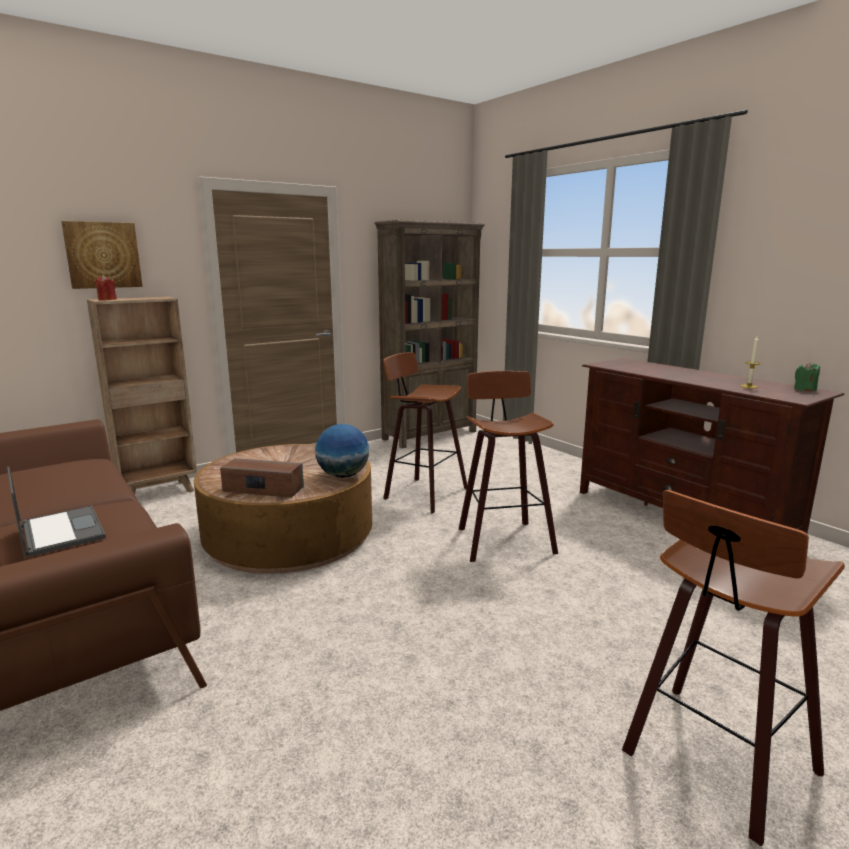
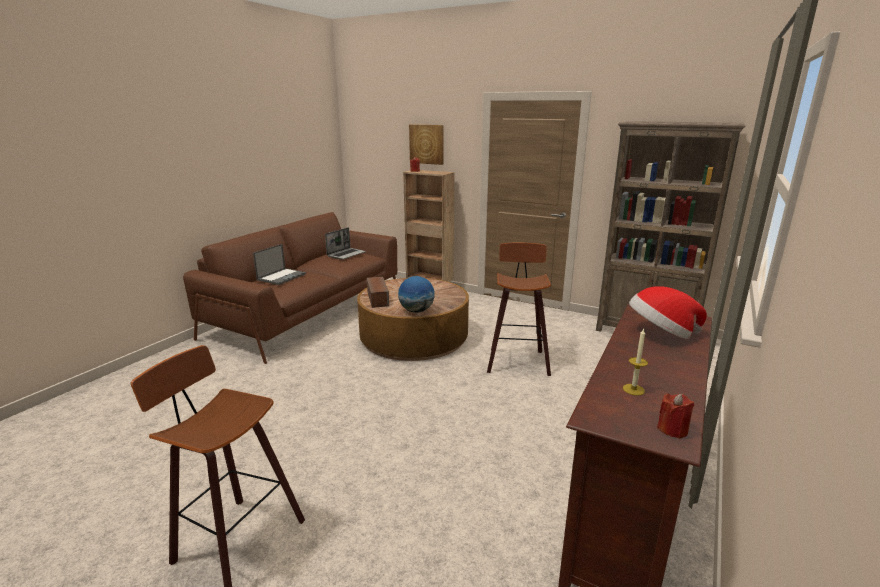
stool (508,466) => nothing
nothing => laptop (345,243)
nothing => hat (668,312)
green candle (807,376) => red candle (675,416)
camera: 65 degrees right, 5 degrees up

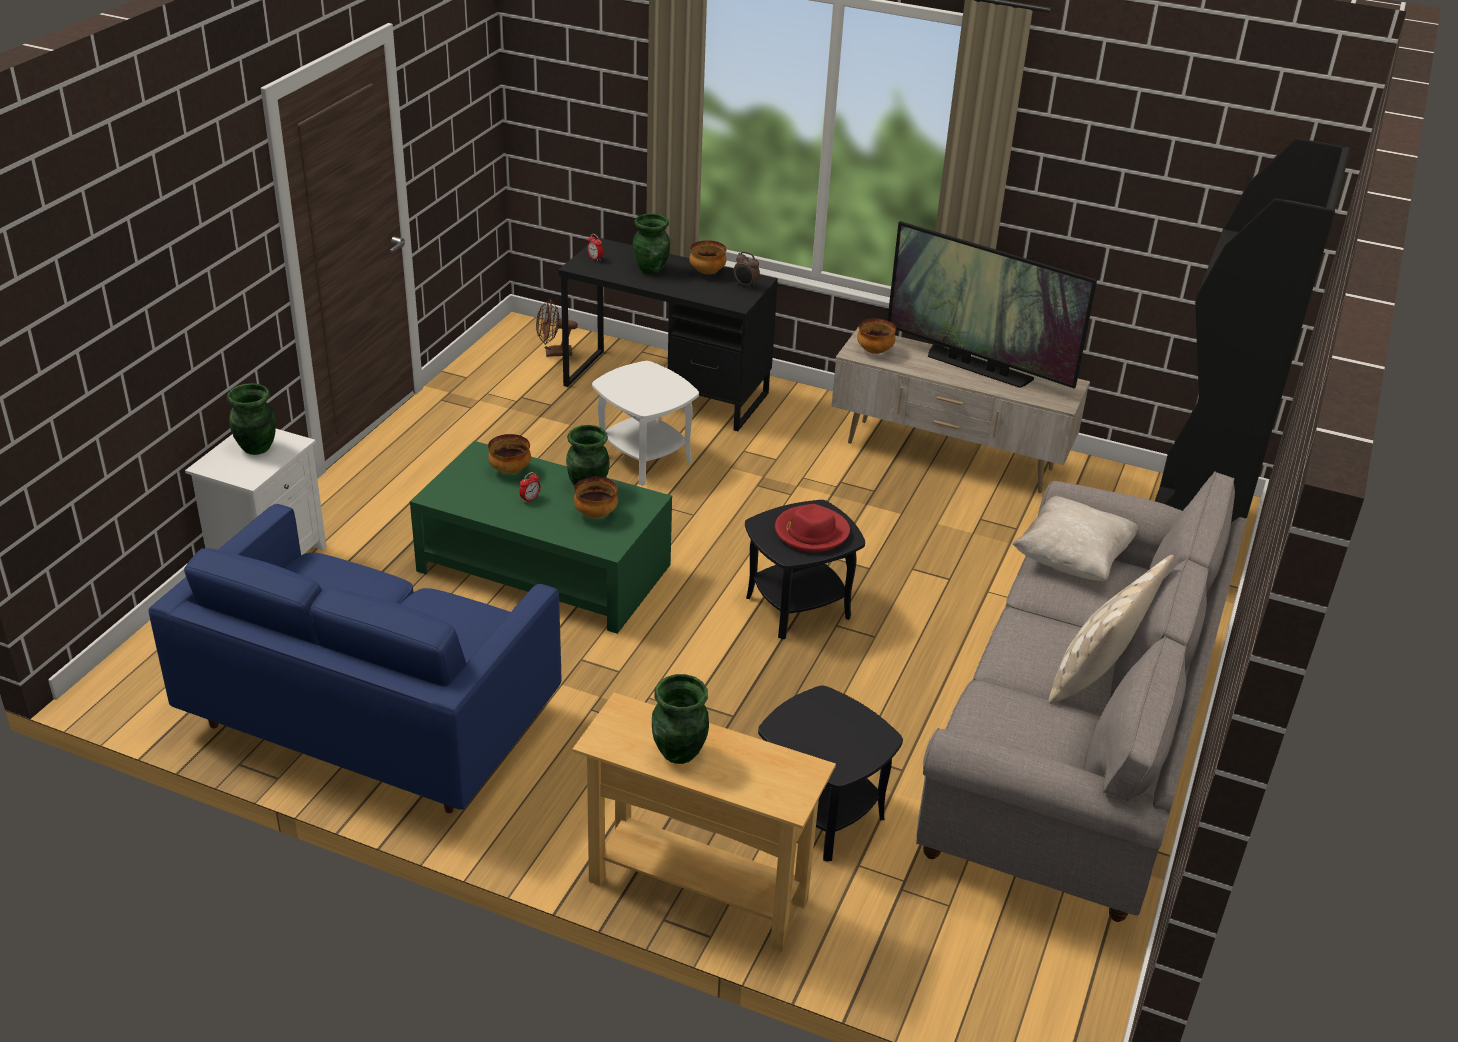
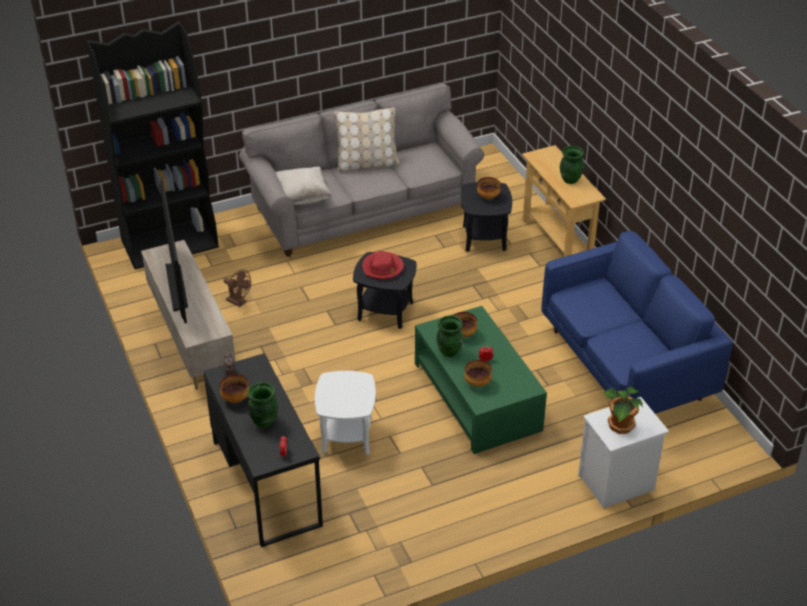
brown fan (557,328) => brown fan (237,288), shifted
bowl (876,336) => bowl (489,188), shifted
green vase (251,419) => potted plant (623,410)
camera: 135 degrees left, 5 degrees up

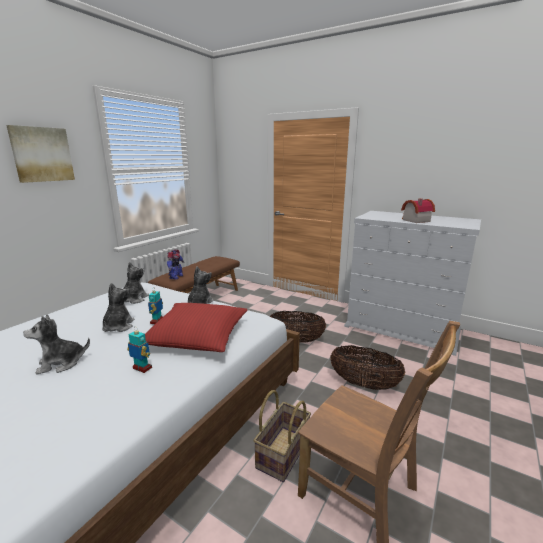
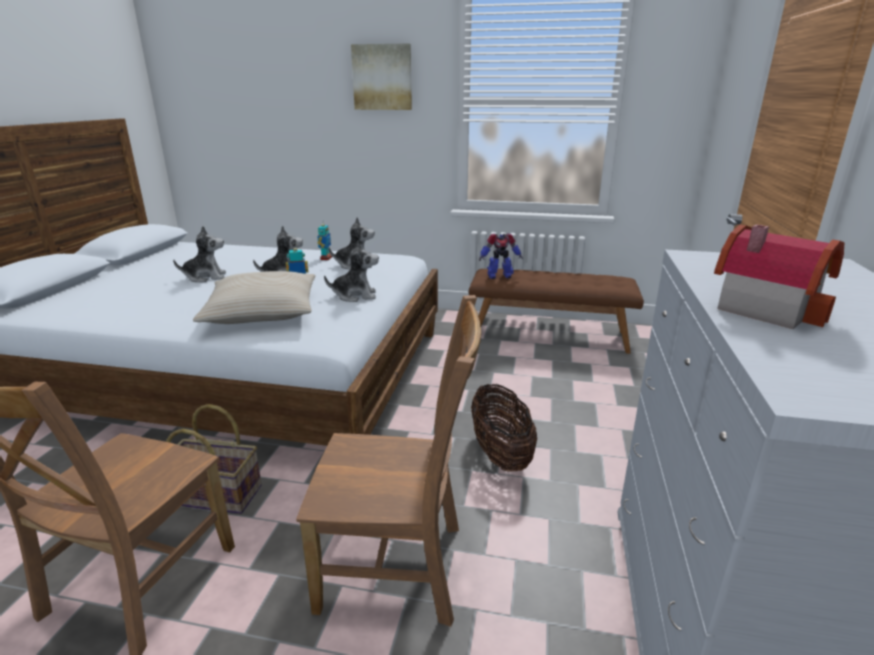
toy robot (139,350) => toy robot (324,241), shifted
basket (368,367) => brown chair (388,461)
red pillow (196,327) => beige pillow (254,297)
plush toy (56,344) => plush toy (199,254), 120 degrees clockwise
camera: 70 degrees right, 5 degrees up

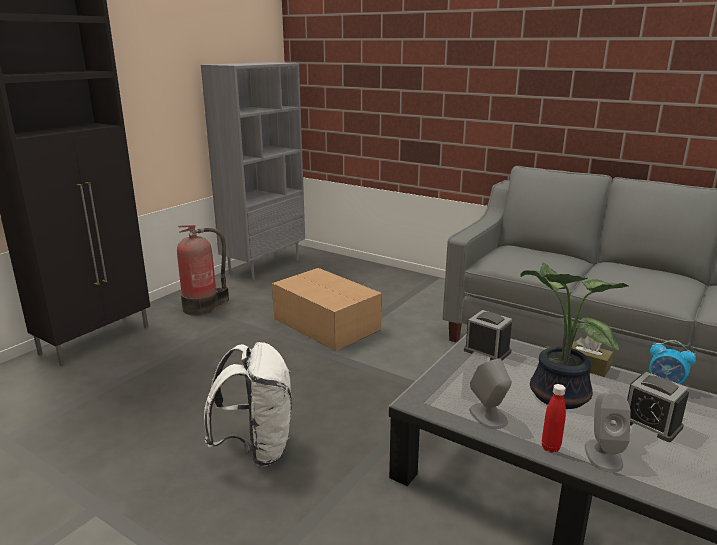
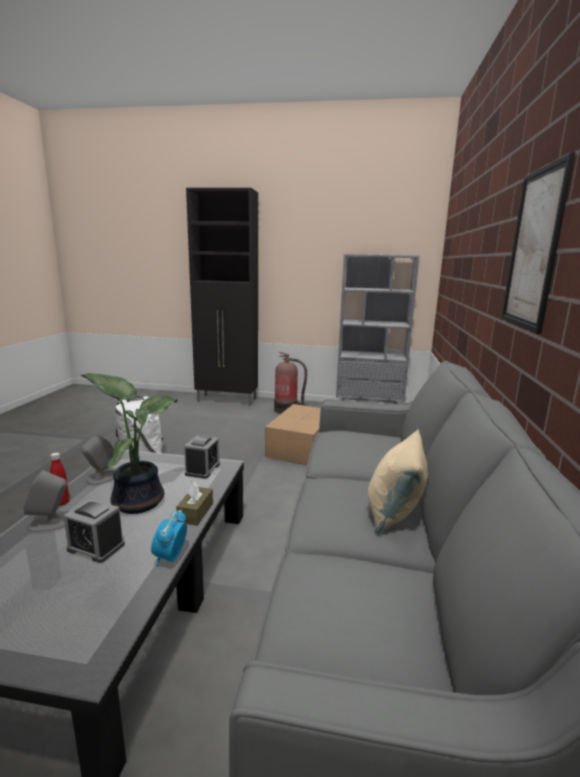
nothing => beige pillow (398,481)
nothing => picture (538,243)
alarm clock (658,407) => alarm clock (94,531), 90 degrees counterclockwise
camera: 65 degrees right, 5 degrees down

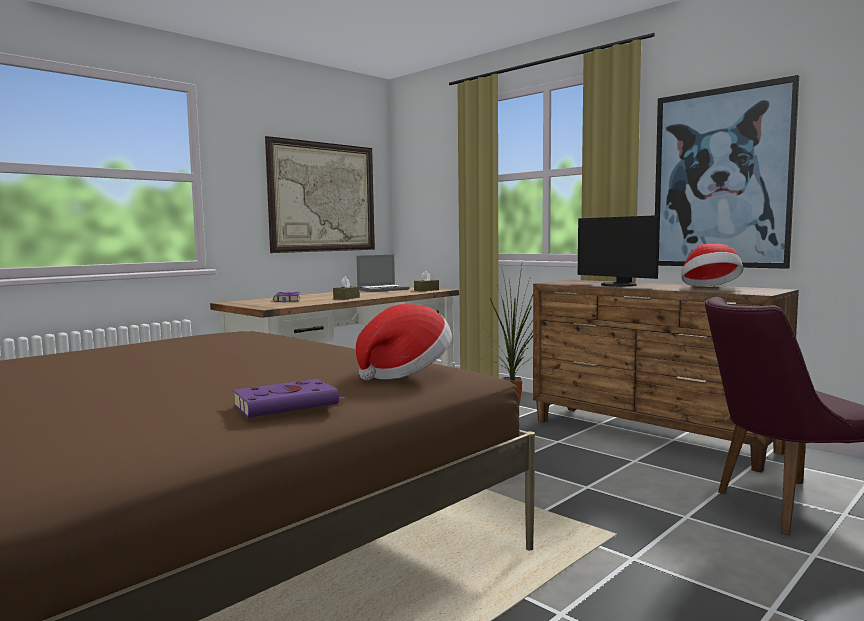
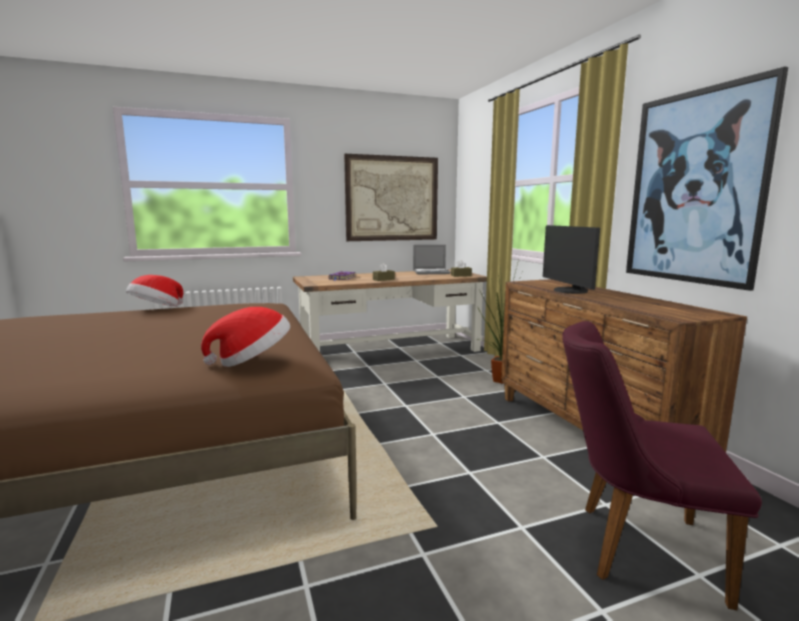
purple book (289,398) => nothing
hat (712,265) => hat (154,291), shifted
camera: 25 degrees right, 5 degrees up

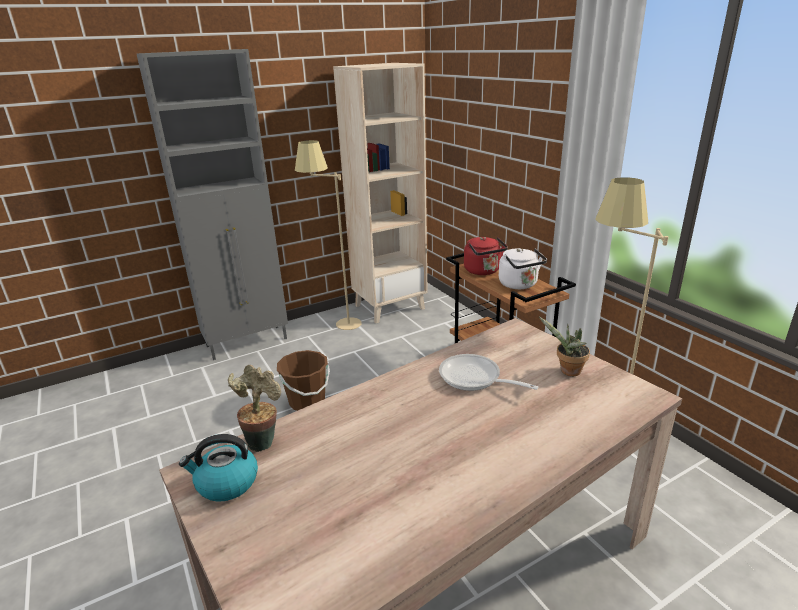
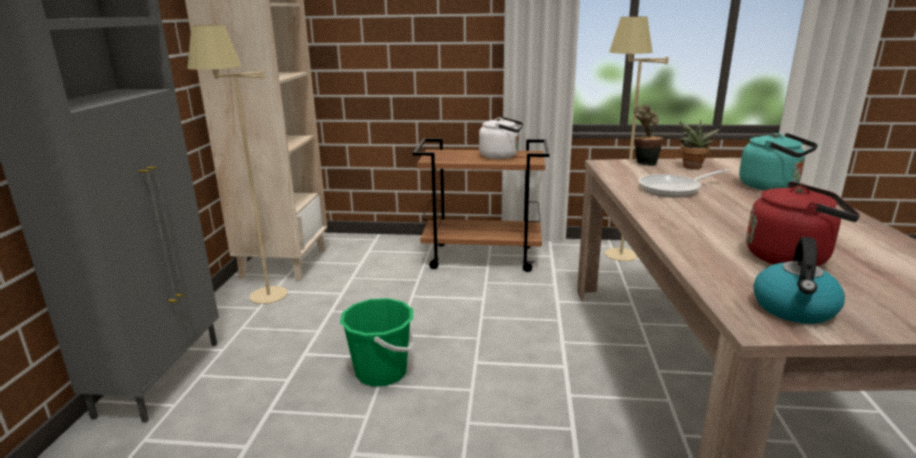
nothing => turquoise kettle (778,161)
potted plant (254,408) => potted plant (648,135), shifted
red kettle (486,256) => red kettle (803,223), shifted
brown bucket (303,380) => green bucket (377,342)
camera: 55 degrees left, 5 degrees down

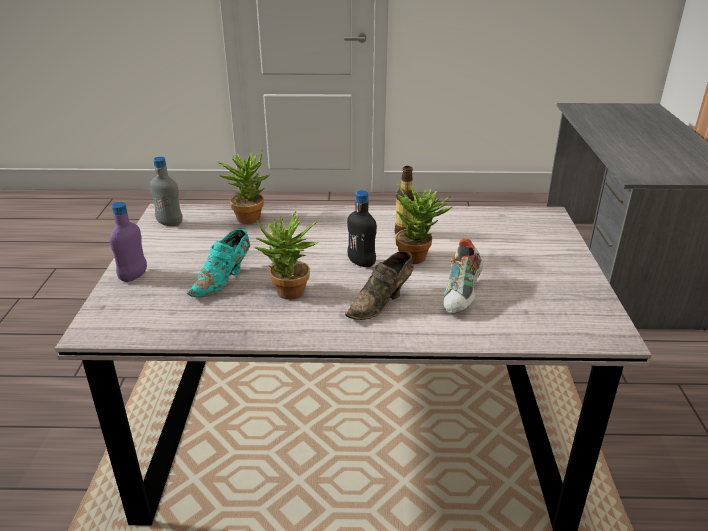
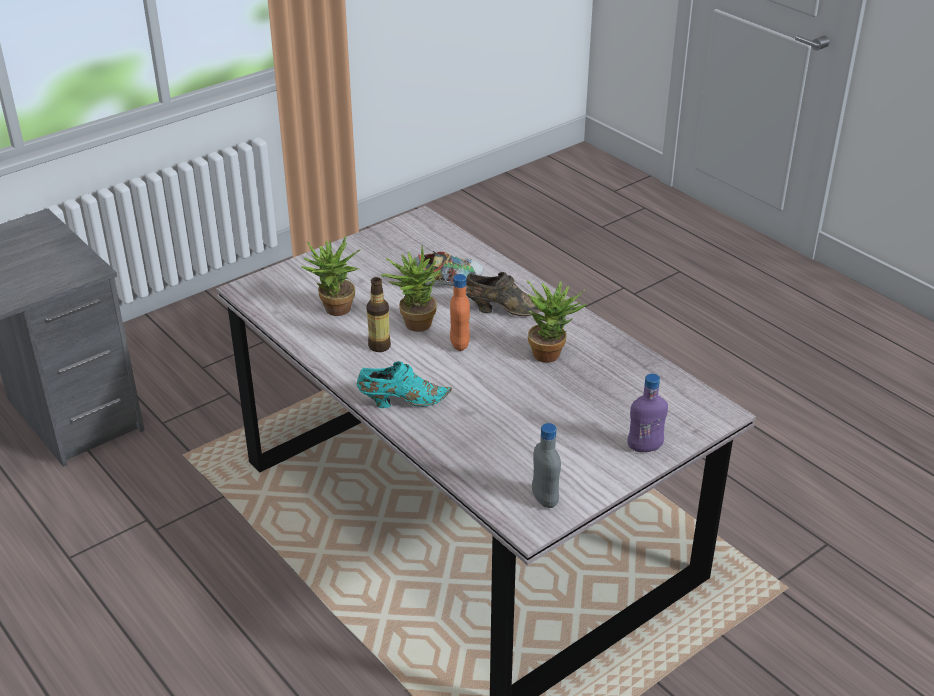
turquoise shoe (218,263) => turquoise shoe (404,384), shifted
potted plant (243,187) => potted plant (330,275), shifted
black bottle (362,228) => orange bottle (460,312)
camera: 130 degrees left, 5 degrees up

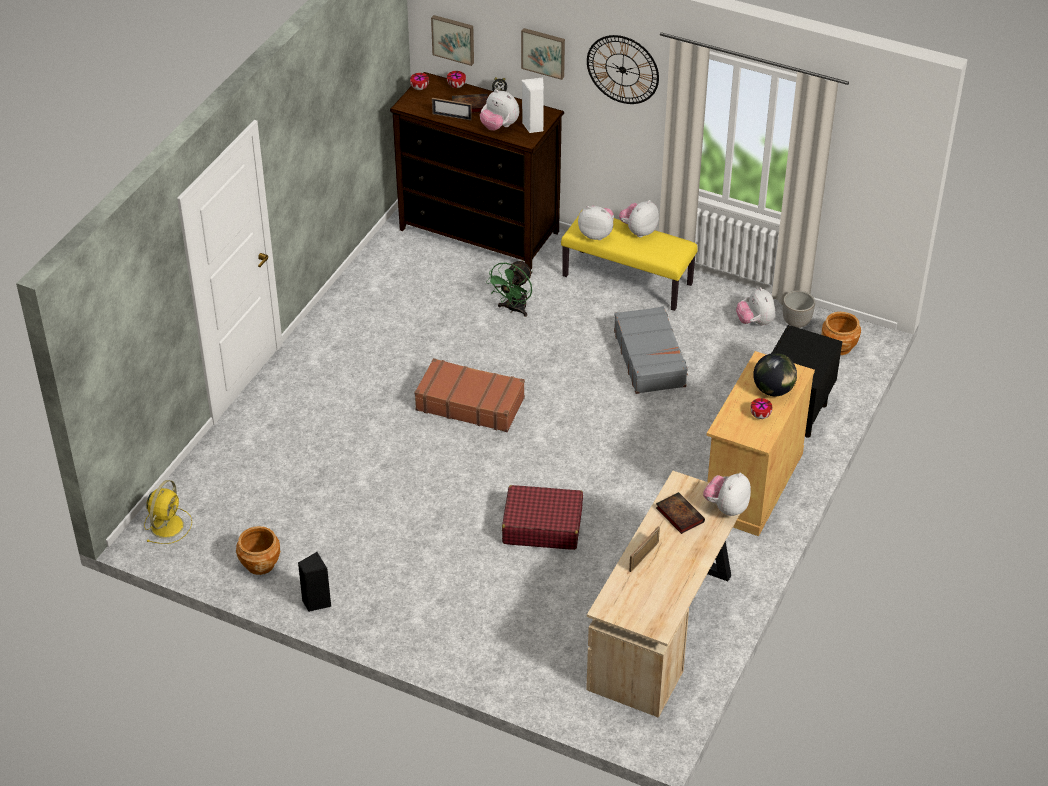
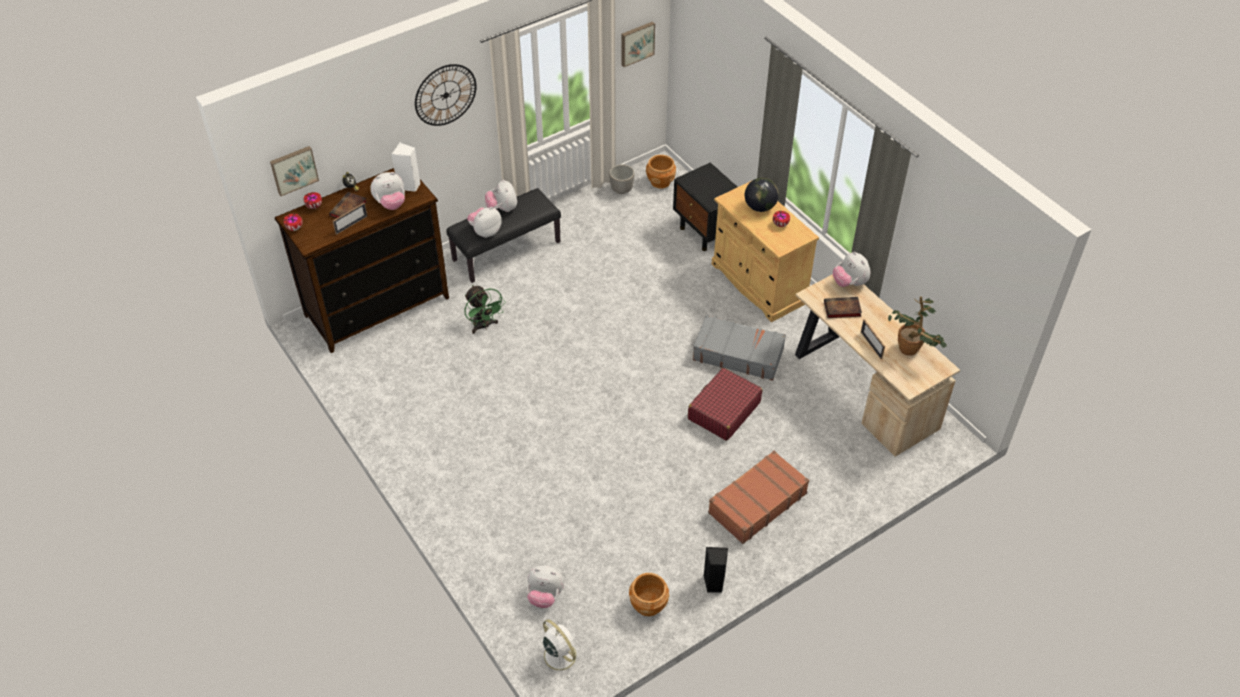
nothing => potted plant (917,326)
brown suitcase (470,395) => brown suitcase (758,497), shifted
picture (543,54) => picture (638,44), shifted
grey suitcase (651,350) => grey suitcase (739,348), shifted
plush toy (755,306) => plush toy (545,586), shifted
yellow fan (168,512) => white fan (559,648)
yellow bench (629,261) => black bench (503,235)
camera: 60 degrees left, 5 degrees up

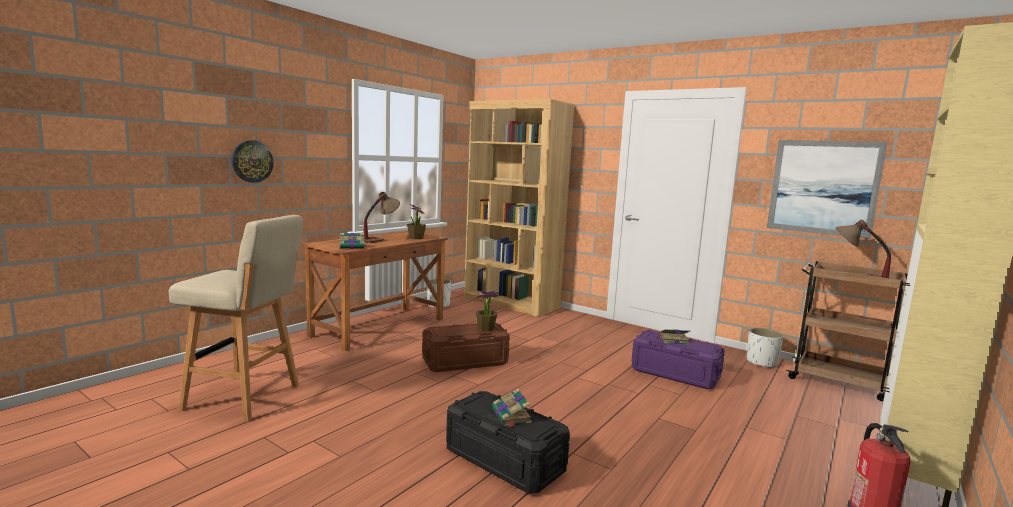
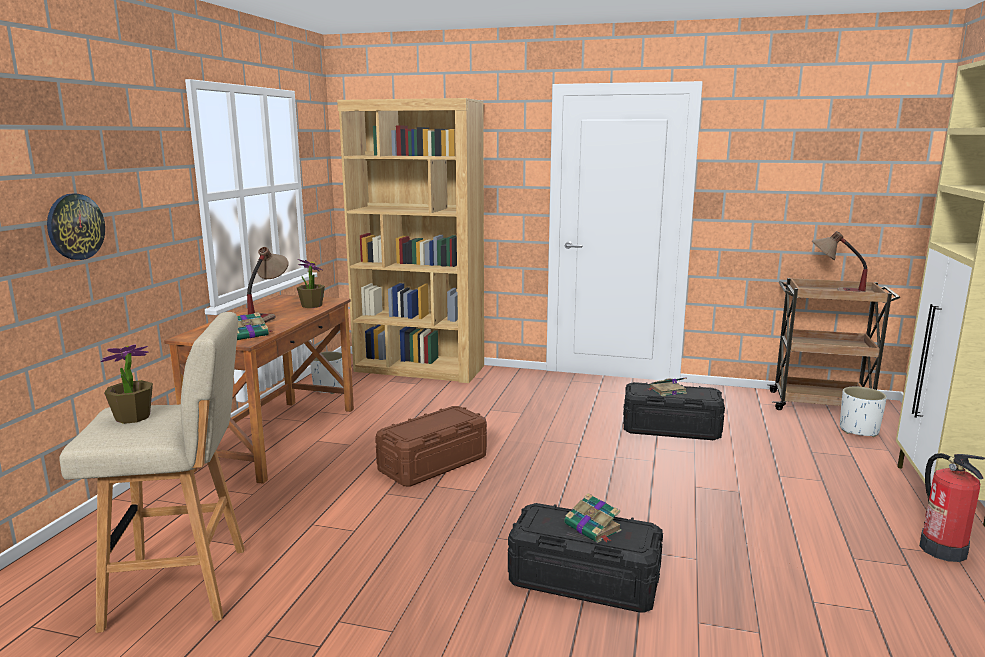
picture (827,189) => nothing
potted plant (487,311) => potted plant (126,384), shifted
white planter (765,348) => white planter (863,412), shifted
purple storage box (678,359) => black storage box (674,411)
camera: 20 degrees left, 5 degrees up

